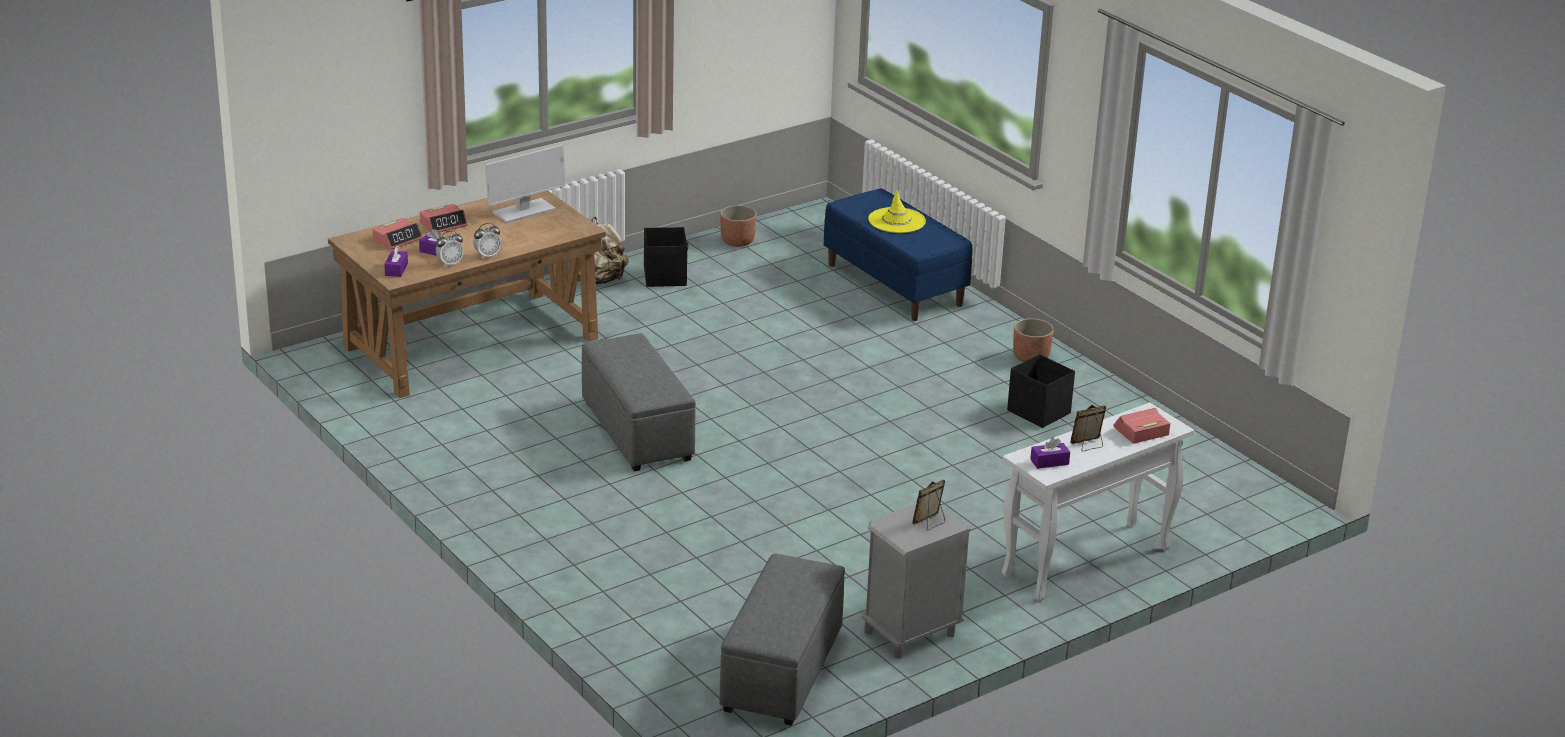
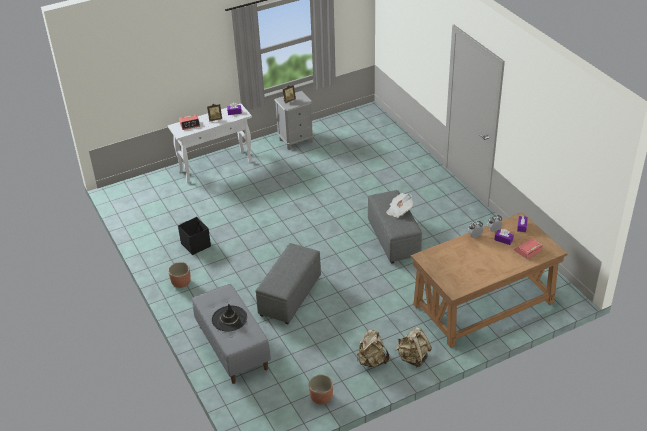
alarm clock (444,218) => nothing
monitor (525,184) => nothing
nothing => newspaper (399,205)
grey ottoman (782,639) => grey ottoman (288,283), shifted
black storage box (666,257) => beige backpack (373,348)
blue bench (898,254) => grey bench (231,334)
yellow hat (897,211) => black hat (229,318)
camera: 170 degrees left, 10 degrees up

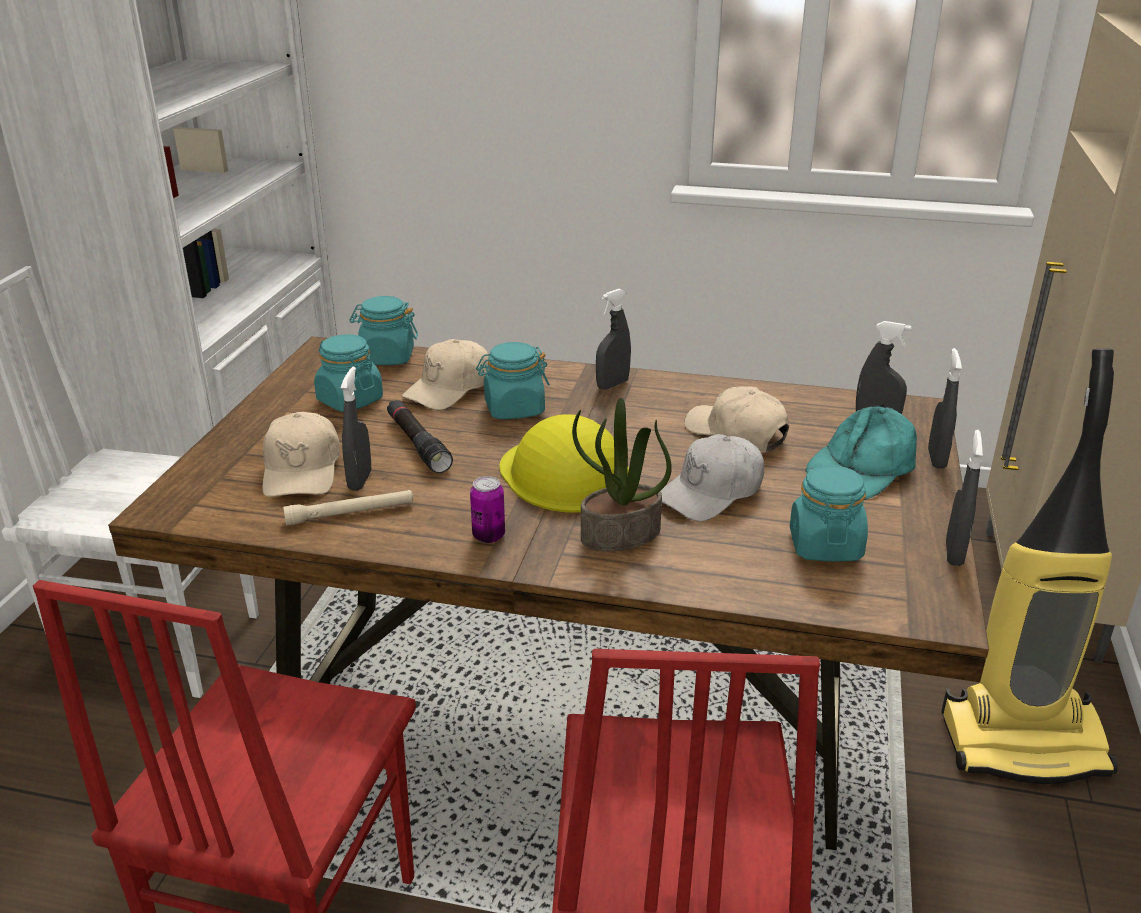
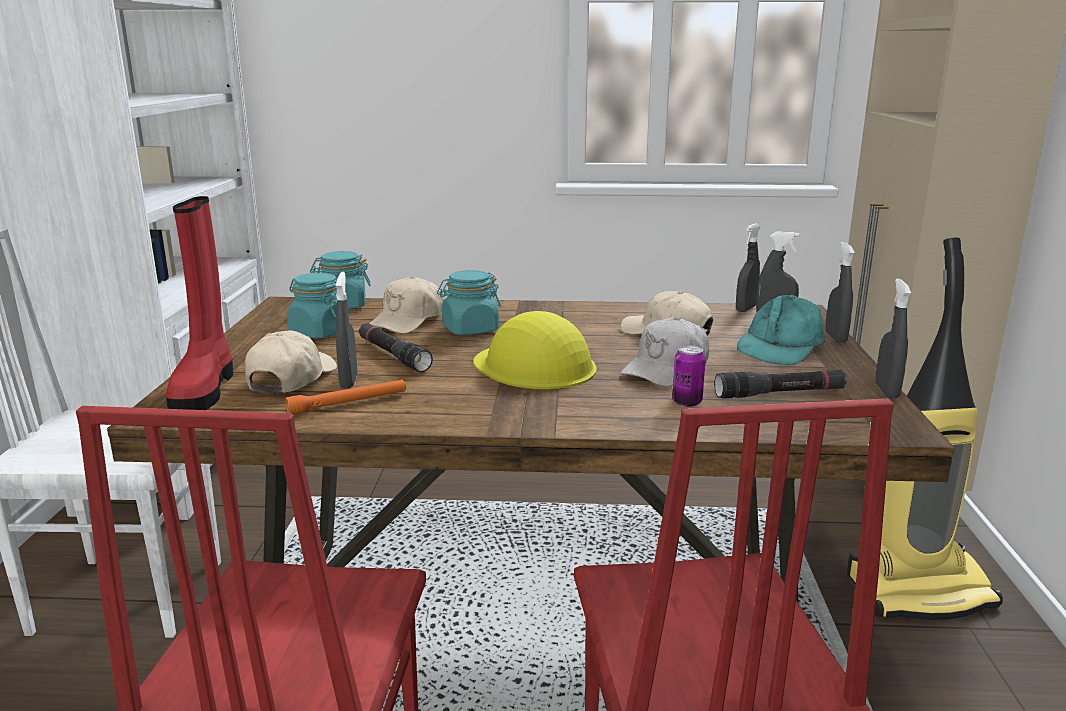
potted plant (622,474) => nothing
nothing => red boot (199,303)
can (487,509) => can (689,376), shifted
grey spray bottle (613,339) => grey spray bottle (748,268), shifted
turquoise jar (829,513) => black flashlight (780,384)
beige flashlight (348,508) => orange flashlight (345,397)
beige cap (301,454) => beige cap (291,361), 150 degrees counterclockwise
camera: 10 degrees left, 10 degrees down

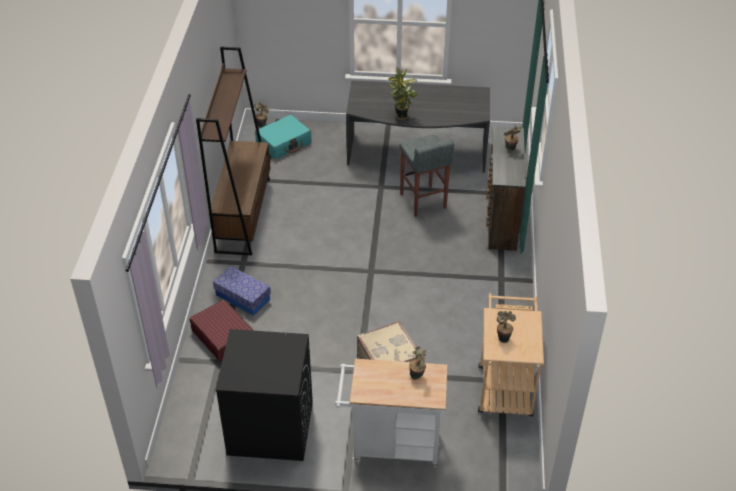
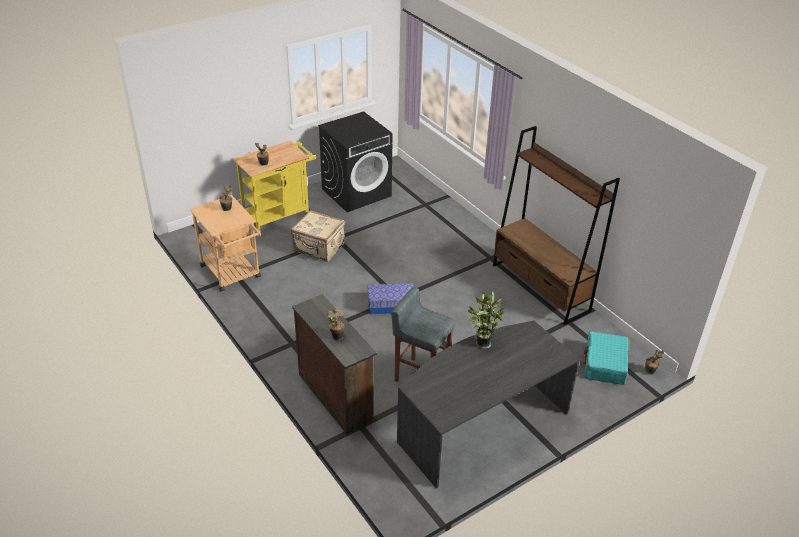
red suitcase (222,330) => nothing
storage box (242,291) => storage box (391,298), shifted
white cart (391,413) => yellow cart (274,187)
camera: 140 degrees right, 5 degrees down

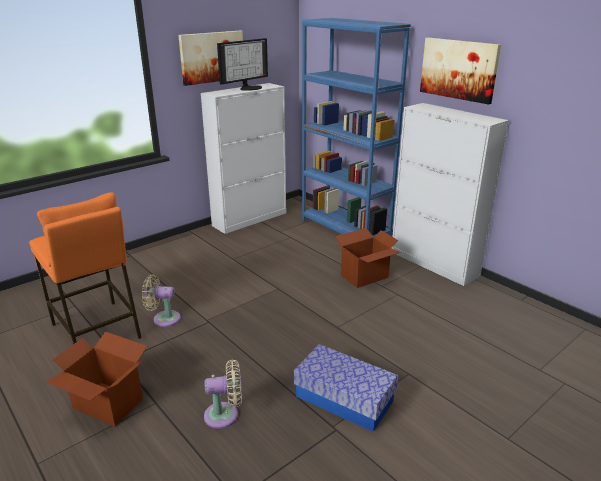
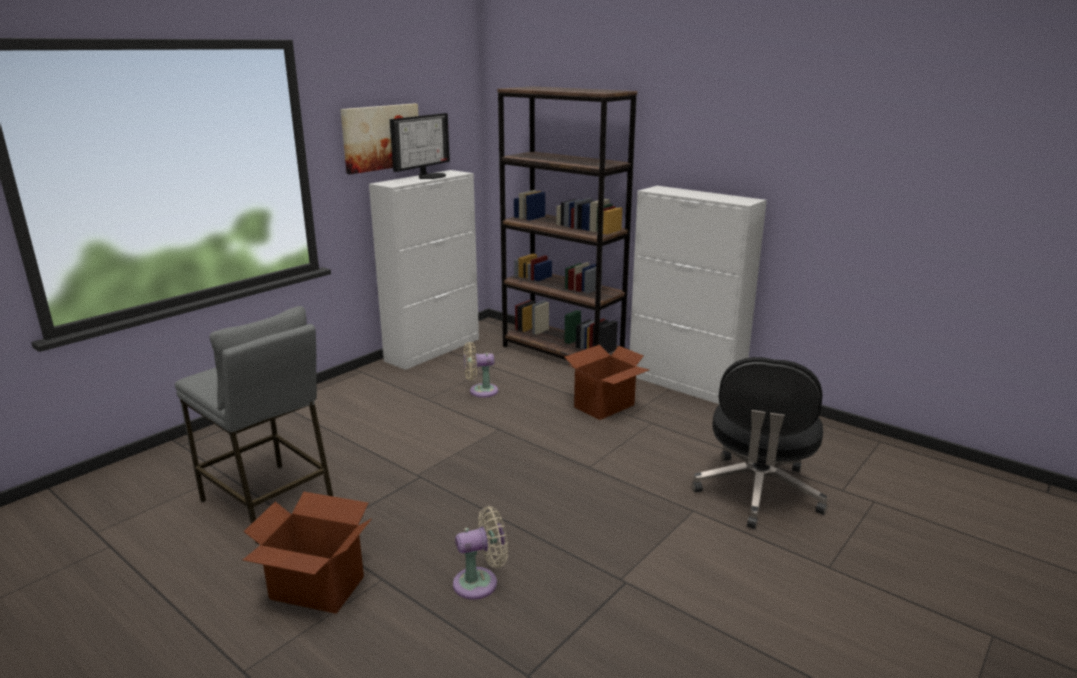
storage box (346,388) => nothing
picture (460,71) => nothing
nothing => black office chair (760,443)
beige fan (161,300) => beige fan (481,370), shifted
orange stool (85,268) => grey stool (254,425)
blue bookcase (356,127) => brown bookcase (567,223)
camera: 10 degrees left, 5 degrees down

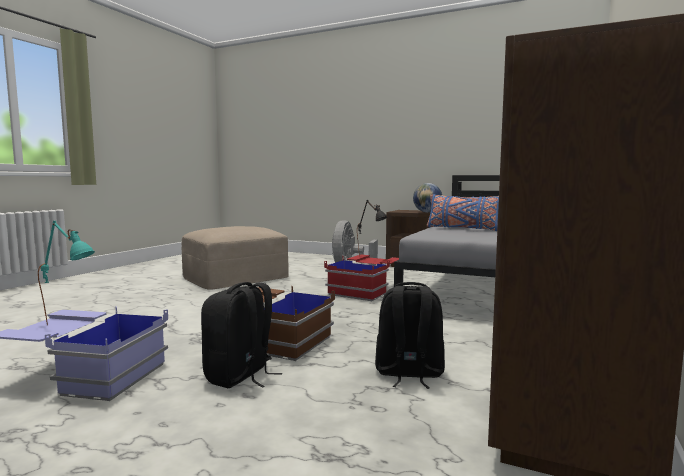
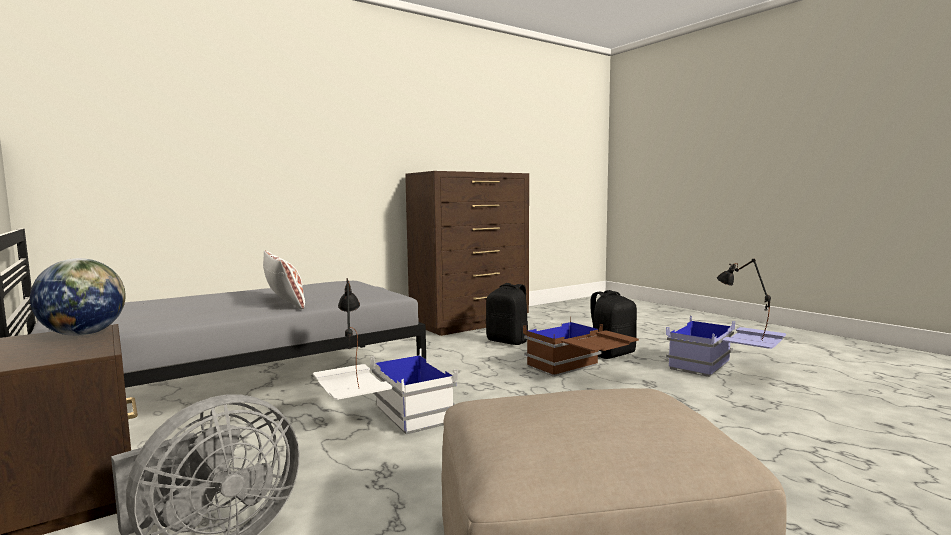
turquoise table lamp (66,273) => black table lamp (744,299)
red storage box (361,278) => white storage box (385,391)
blue pillow (463,212) => white pillow (284,279)
camera: 150 degrees left, 0 degrees up

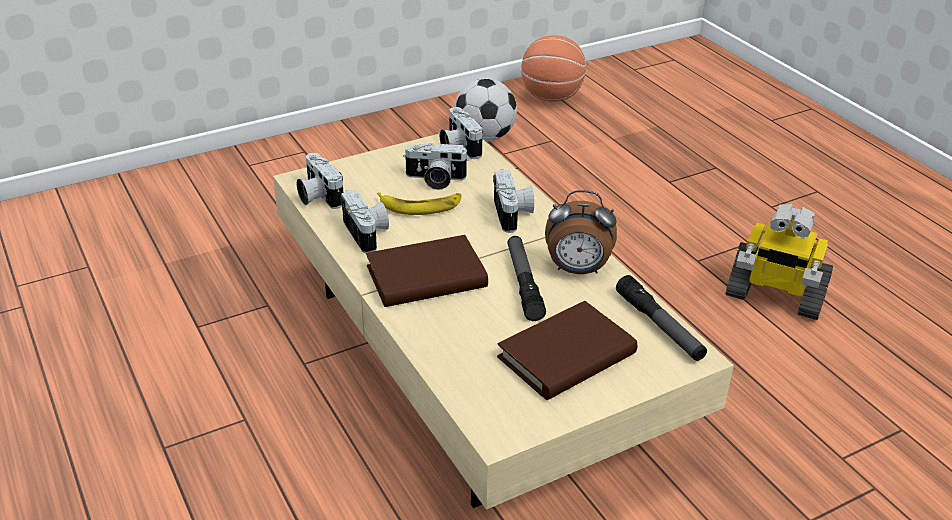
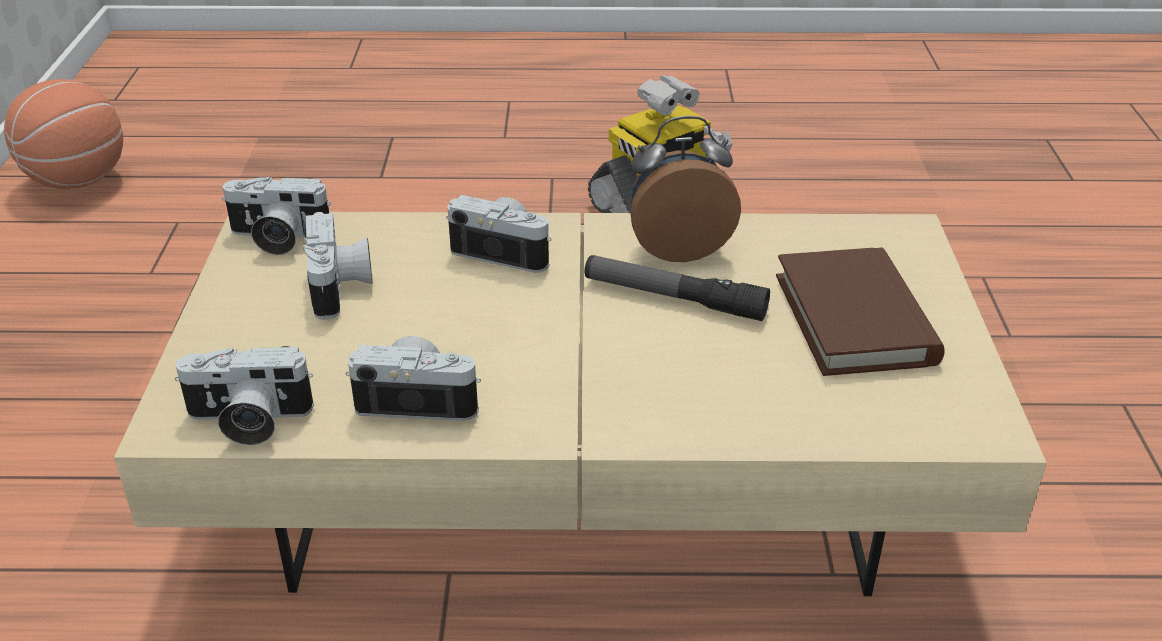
brown book (427,271) => nothing
banana (419,203) => nothing
football (485,110) => nothing
flashlight (661,318) => nothing
photo camera (436,166) => photo camera (338,266), 45 degrees counterclockwise
alarm clock (581,232) => alarm clock (685,189), 135 degrees counterclockwise
camera: 60 degrees left, 0 degrees up

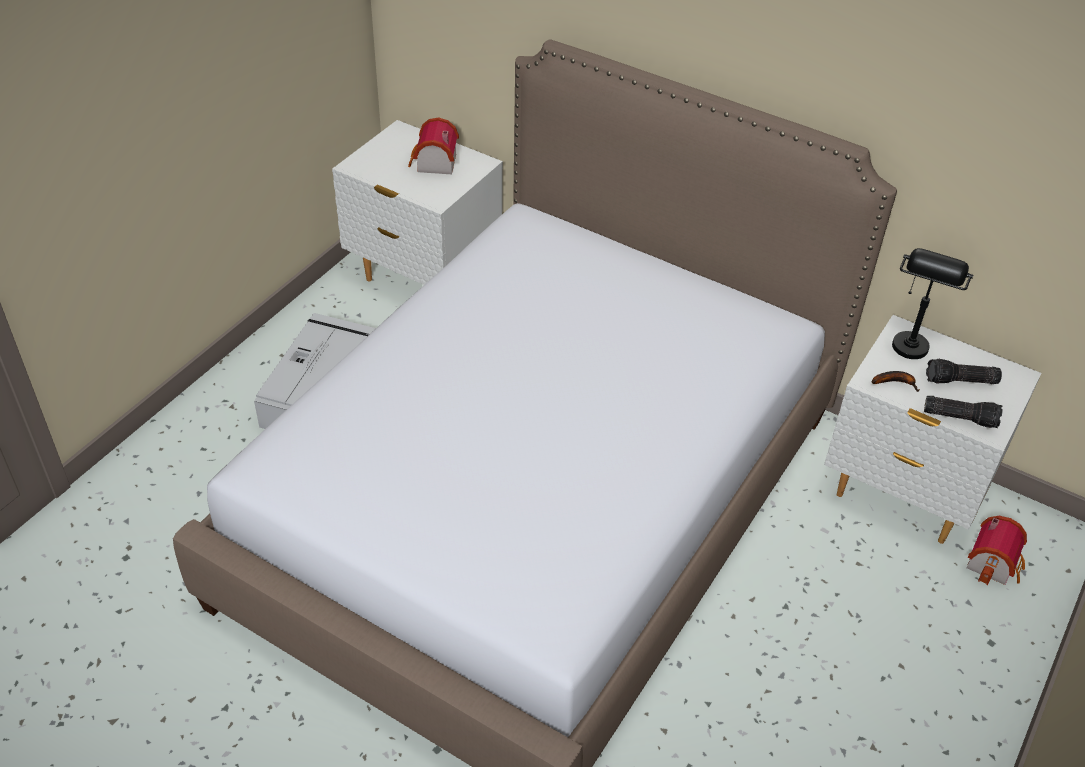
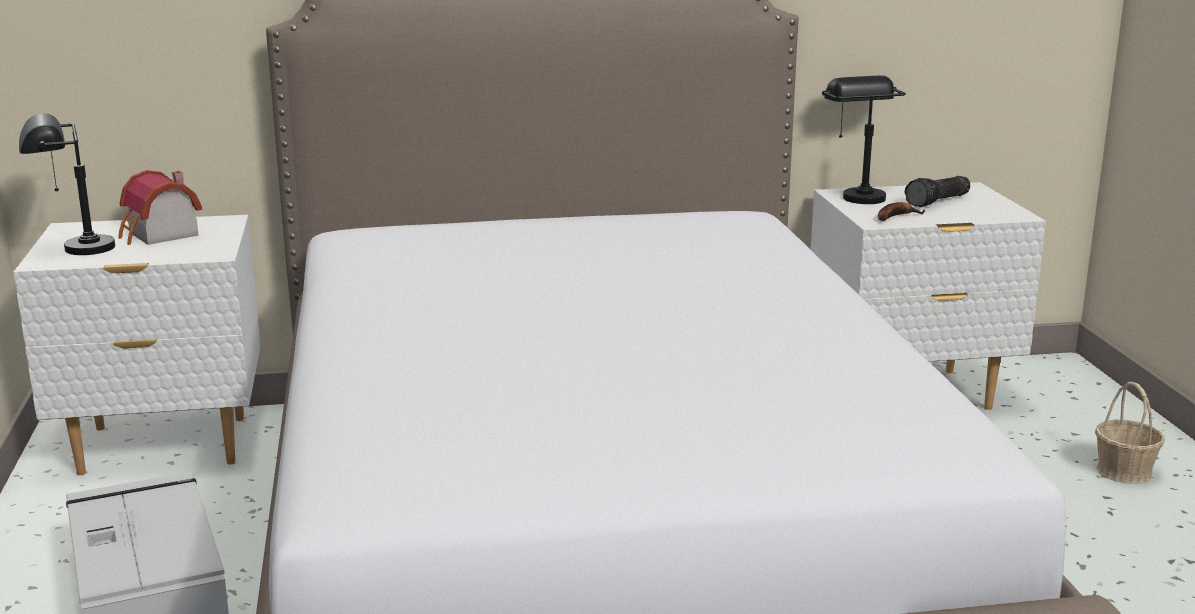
flashlight (963,412) => nothing
toy house (996,550) => nothing
nothing => black table lamp (67,184)
nothing => basket (1130,433)
camera: 40 degrees left, 25 degrees down

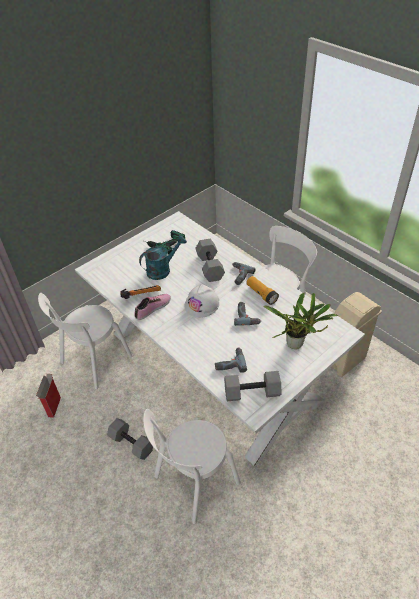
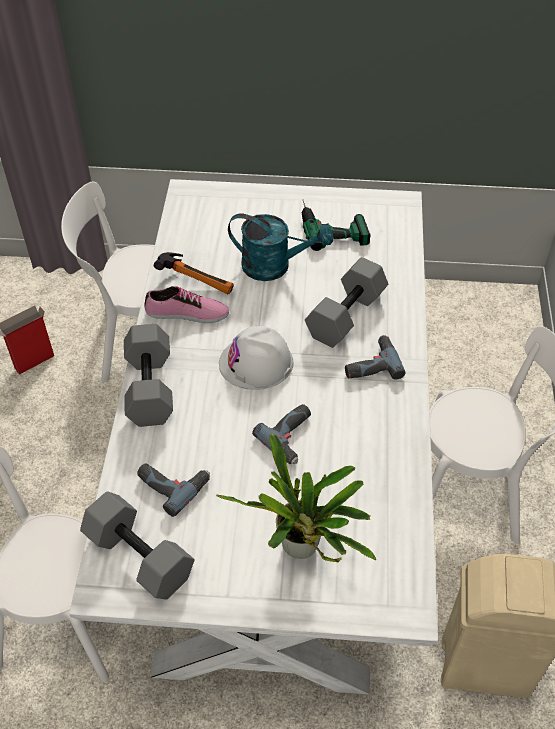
flashlight (263,290) => nothing
grey dumbbell (130,439) => grey dumbbell (148,375), shifted
camera: 45 degrees right, 5 degrees up

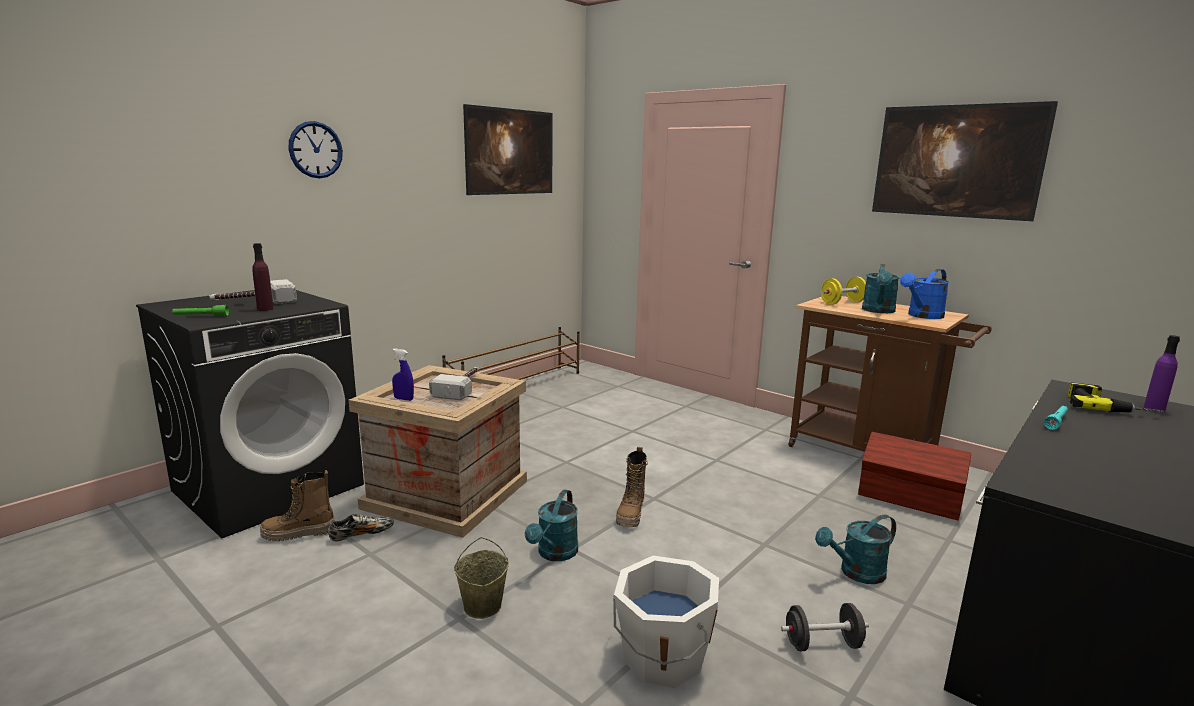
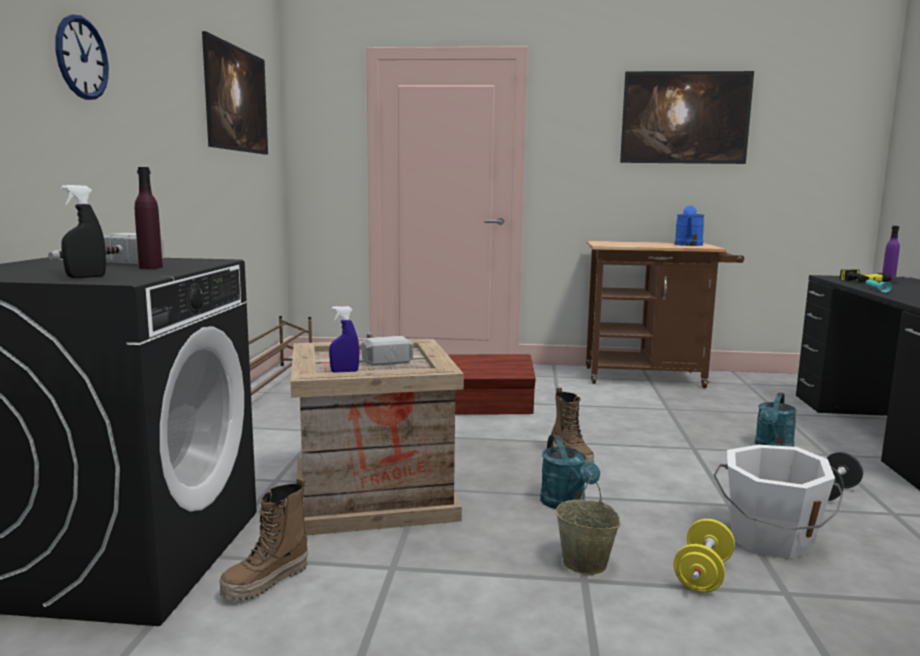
shoe (361,528) => nothing
turquoise watering can (880,288) => nothing
yellow dumbbell (843,291) => yellow dumbbell (704,556), shifted
brown storage box (914,476) => brown storage box (492,384), shifted
green flashlight (200,310) => black spray bottle (83,231)
camera: 35 degrees left, 5 degrees down

